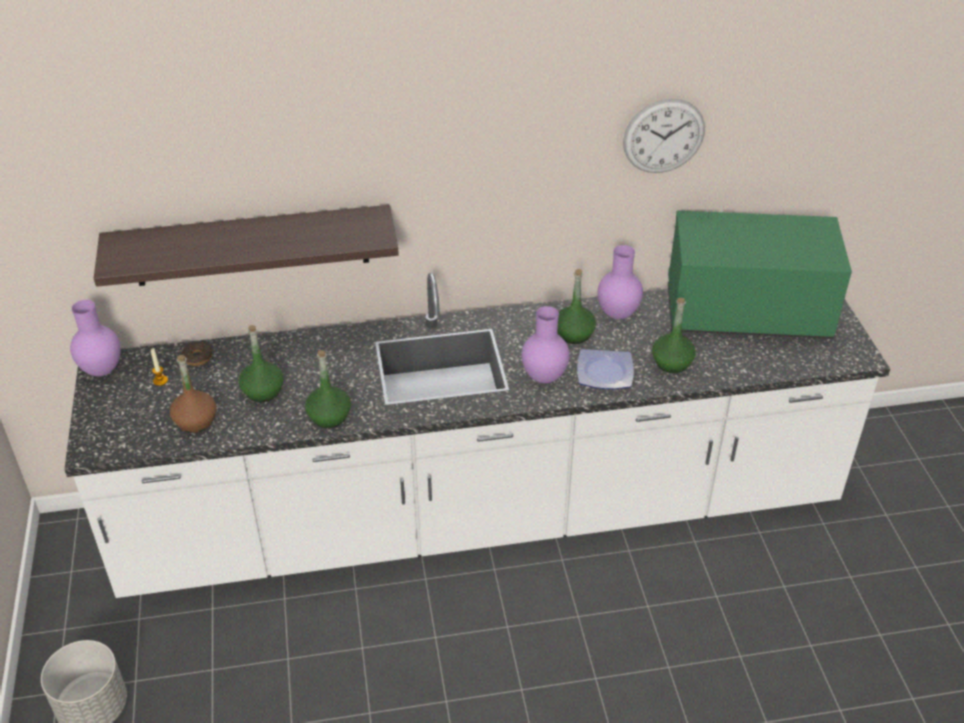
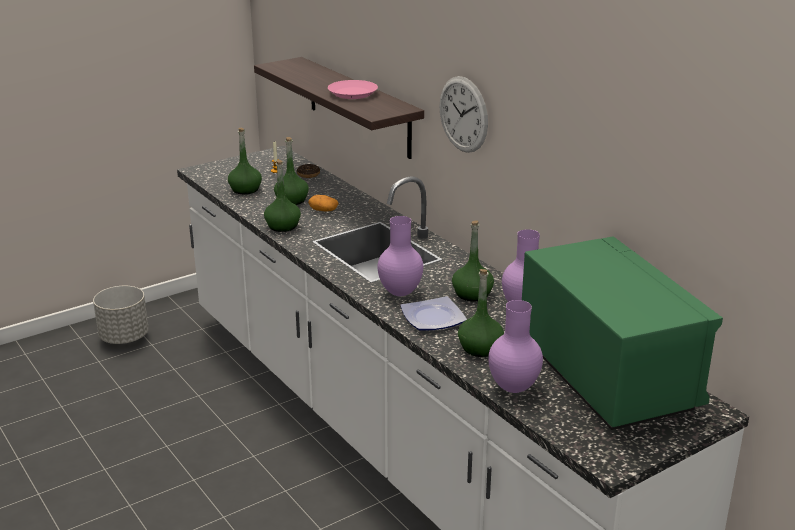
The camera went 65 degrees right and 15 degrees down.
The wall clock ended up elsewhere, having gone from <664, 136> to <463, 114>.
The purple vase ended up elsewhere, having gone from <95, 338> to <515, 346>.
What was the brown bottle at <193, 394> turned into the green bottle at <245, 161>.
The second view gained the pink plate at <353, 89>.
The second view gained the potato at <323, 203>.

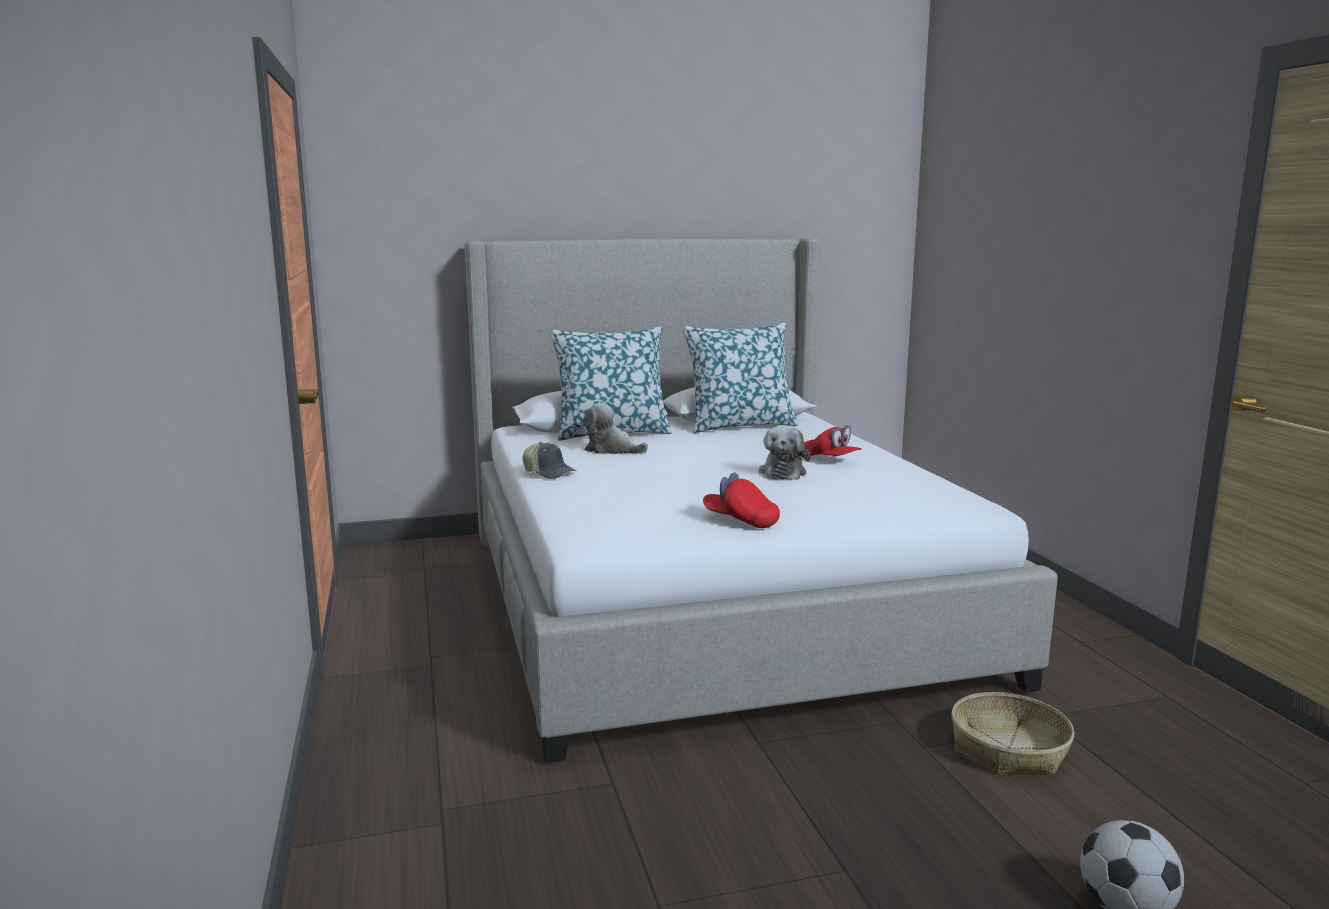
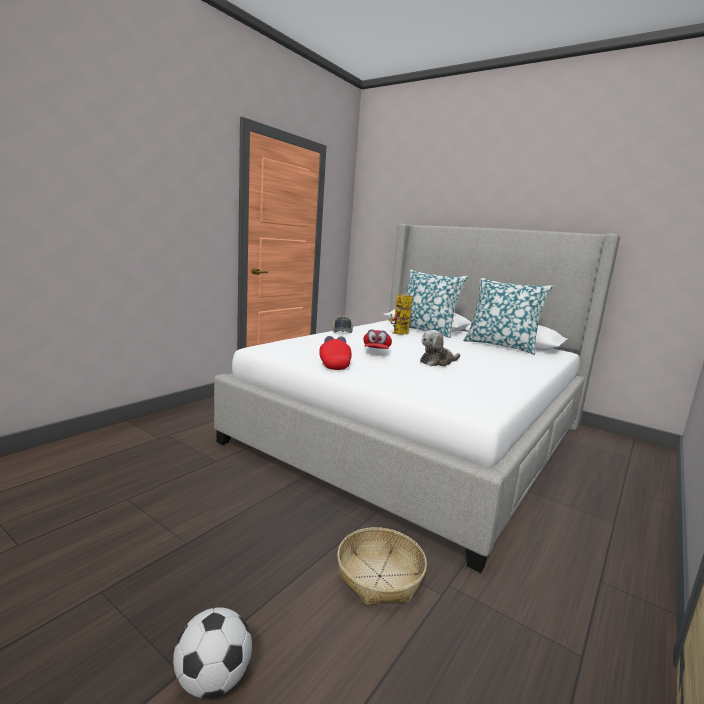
The camera went 50 degrees right and 0 degrees up.
Where the plush toy stood at <615, 428>, the toy robot came to stand at <401, 314>.
The red cap ended up elsewhere, having gone from <833, 440> to <377, 339>.

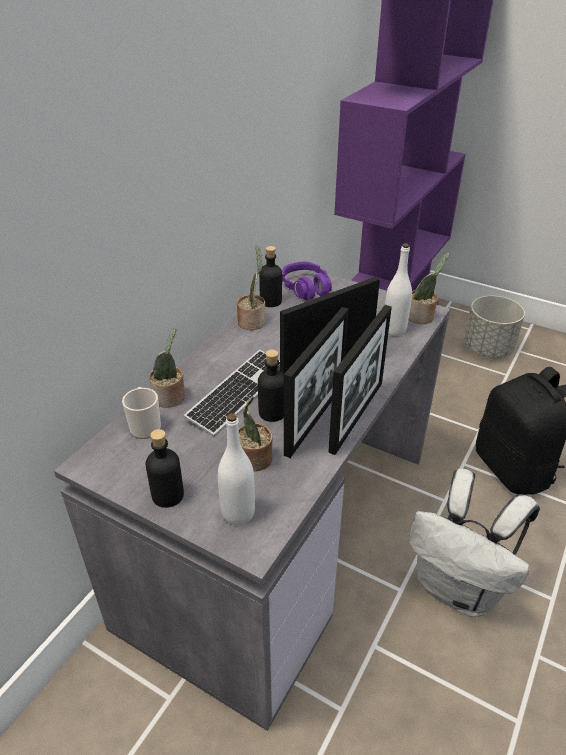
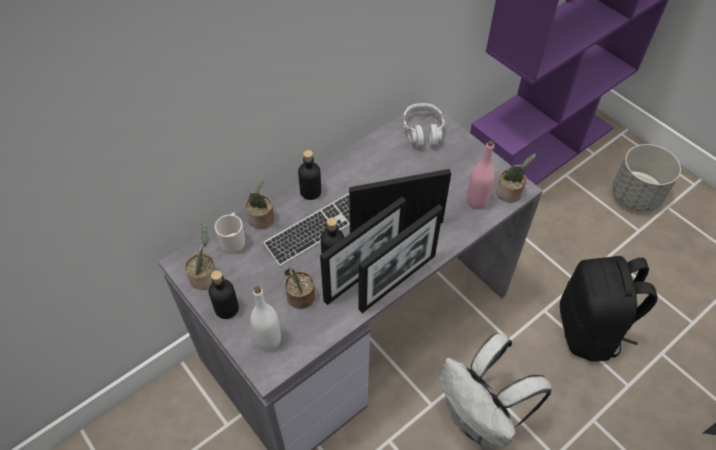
The camera went 20 degrees right and 15 degrees up.
What was the white bottle at <398, 289> turned into the pink bottle at <481, 175>.
The potted plant ended up elsewhere, having gone from <251, 287> to <200, 256>.
The black bottle ended up elsewhere, having gone from <270, 276> to <309, 175>.
What was the purple headphones at <307, 281> turned into the grey headphones at <424, 125>.

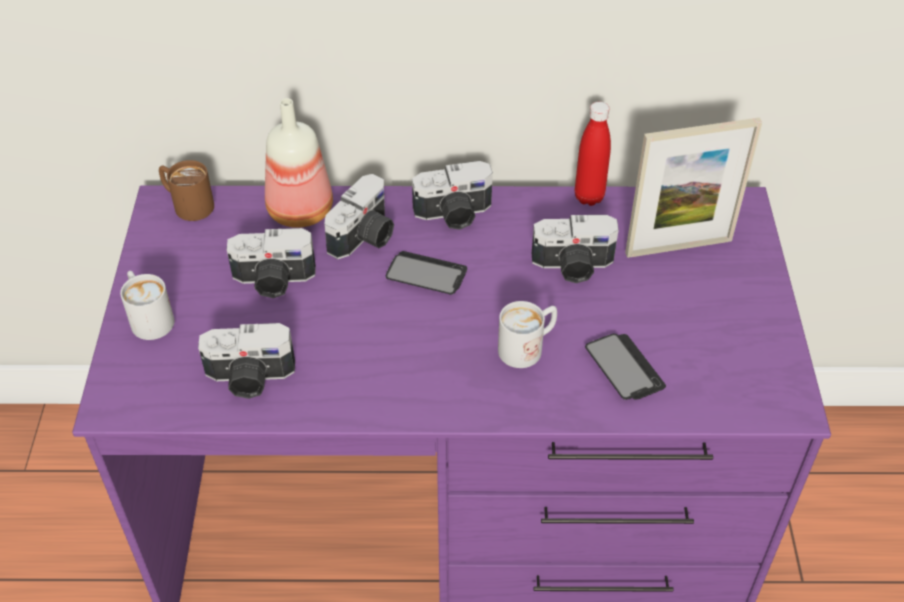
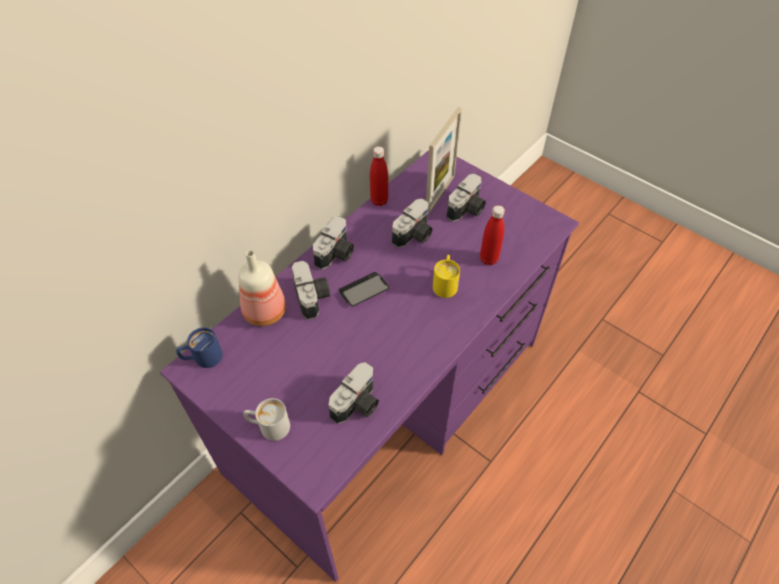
The camera went 50 degrees left and 5 degrees up.
What was the brown mug at <186, 190> turned into the blue mug at <199, 348>.
The photo camera ended up elsewhere, having gone from <271, 263> to <466, 197>.
What was the white mug at <527, 334> turned into the yellow mug at <446, 276>.
Where the phone stood at <625, 367>, the red bottle came to stand at <492, 235>.

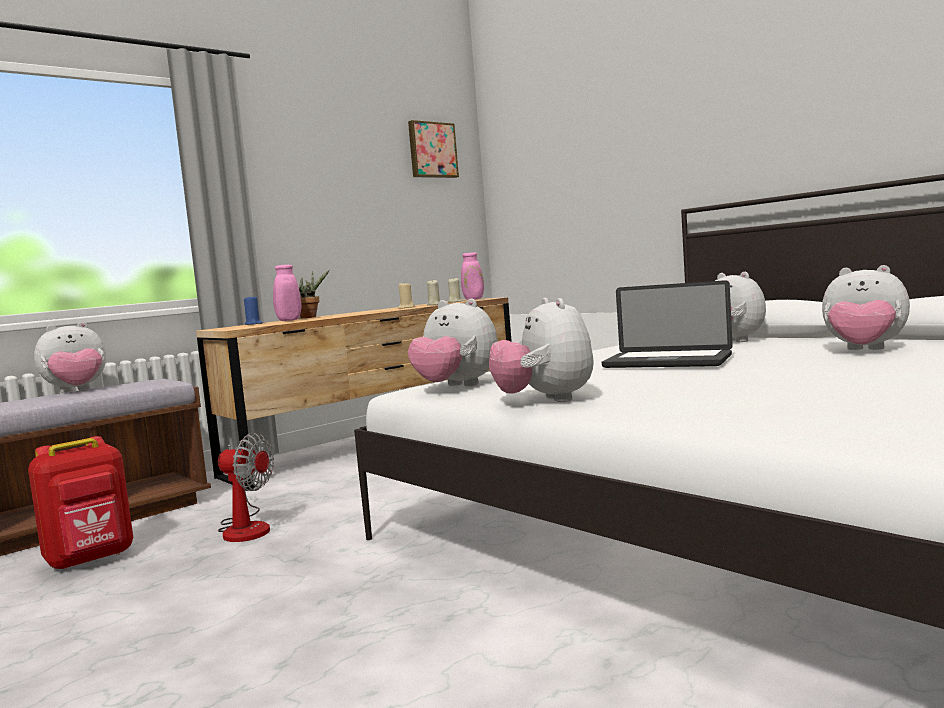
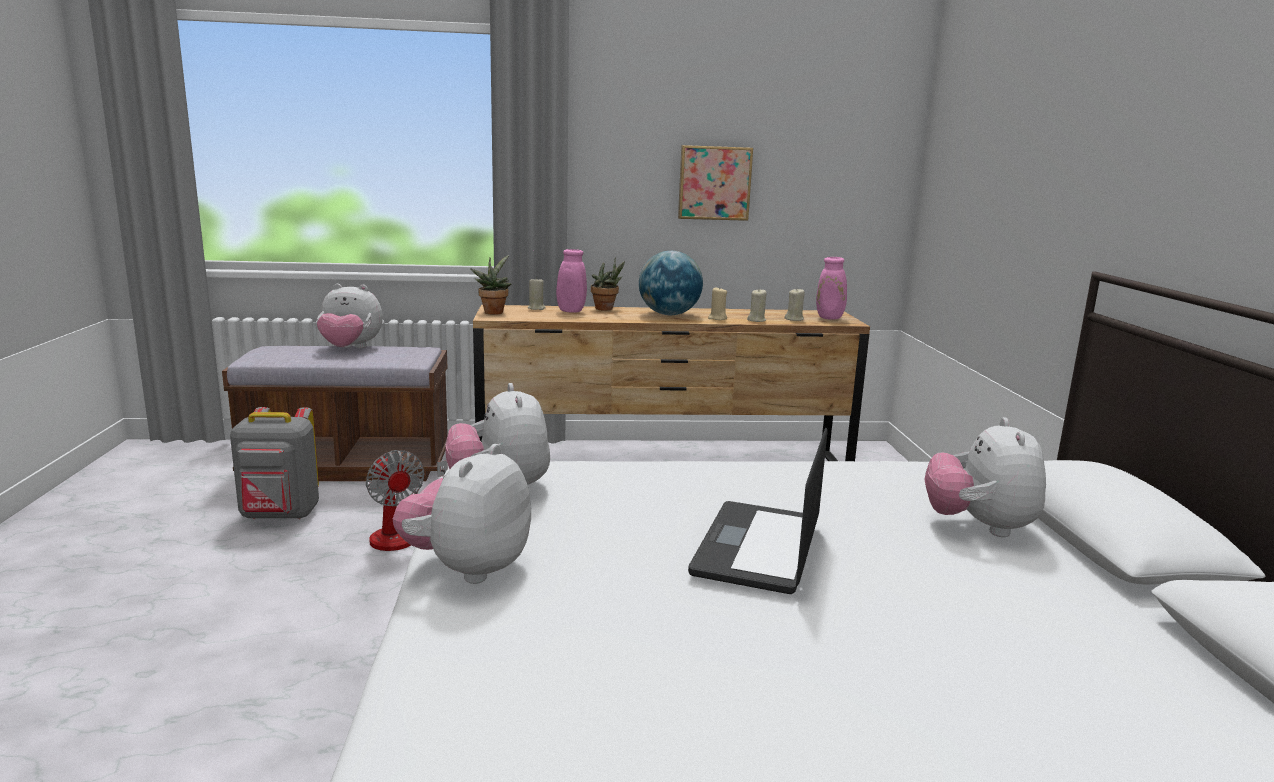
The camera went 35 degrees right and 10 degrees up.
The picture ended up elsewhere, having gone from <433, 149> to <715, 183>.
The second view lost the plush toy at <866, 307>.
The laptop at <667, 324> ended up facing another way, 45 degrees clockwise from before.
What was the blue candle at <253, 310> turned into the beige candle at <537, 293>.
What was the red backpack at <80, 503> turned into the grey backpack at <274, 463>.
The second view gained the globe at <671, 283>.
The second view gained the potted plant at <490, 285>.

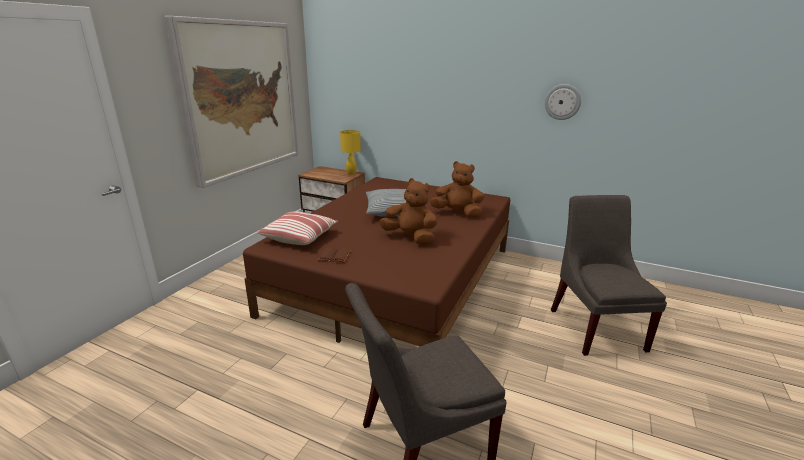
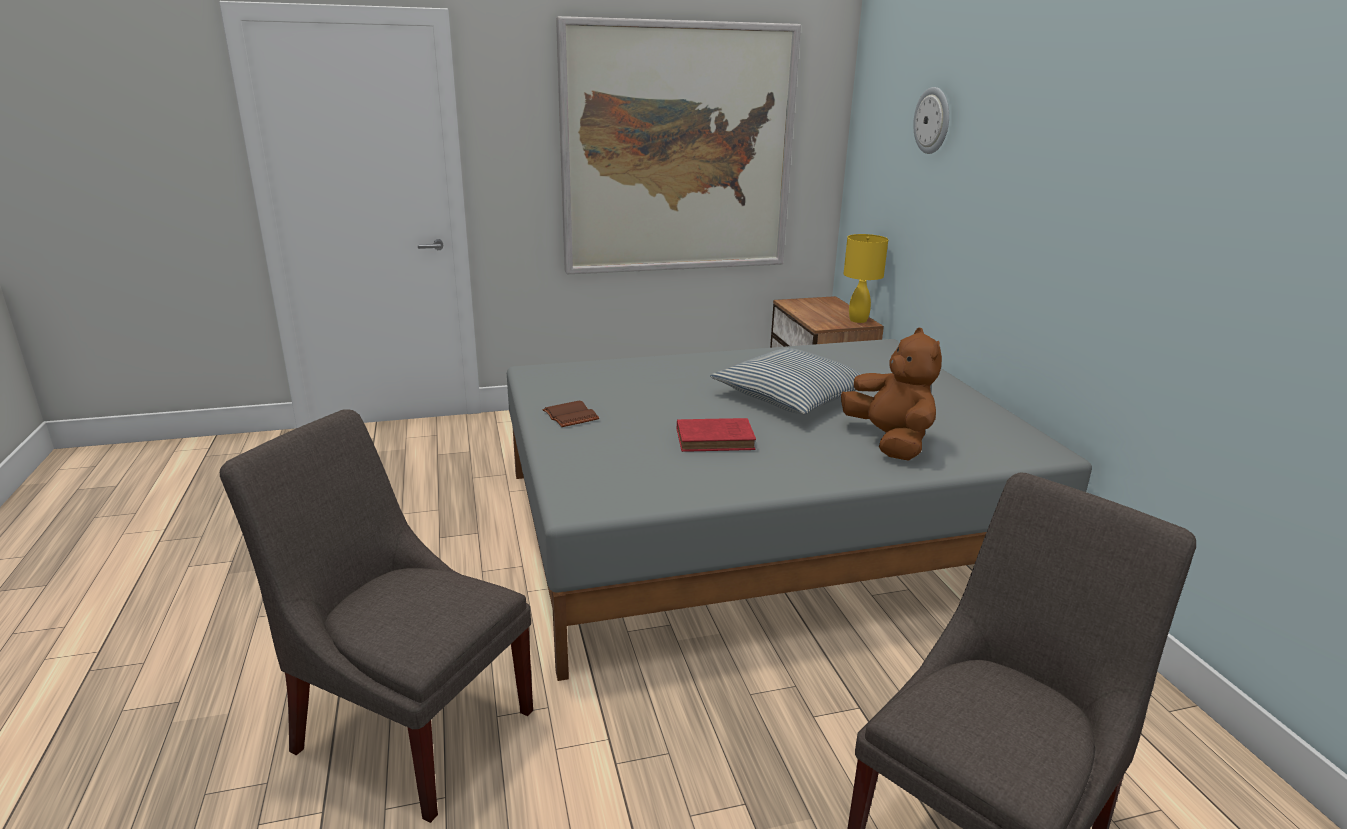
The camera went 50 degrees right and 0 degrees up.
The wall clock ended up elsewhere, having gone from <563, 102> to <931, 120>.
What was the brown bed at <376, 261> turned into the grey bed at <799, 510>.
Where the brown plush toy stood at <408, 211>, the red book came to stand at <716, 435>.
The second view lost the pillow at <297, 228>.

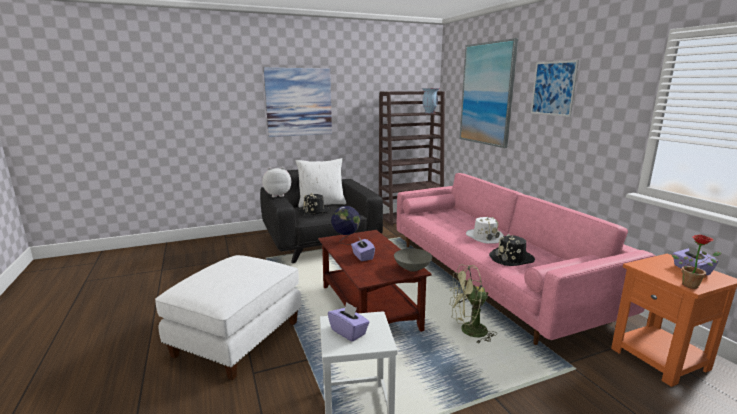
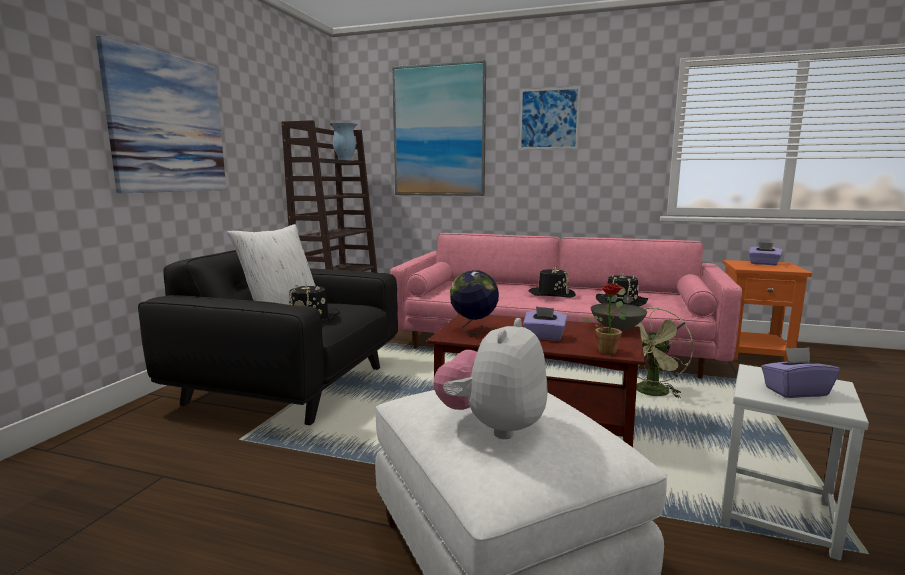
The camera went 50 degrees left and 5 degrees down.
The plush toy ended up elsewhere, having gone from <276, 182> to <490, 378>.
What was the white hat at <485, 230> turned into the black hat at <552, 282>.
The potted plant ended up elsewhere, having gone from <696, 262> to <604, 319>.

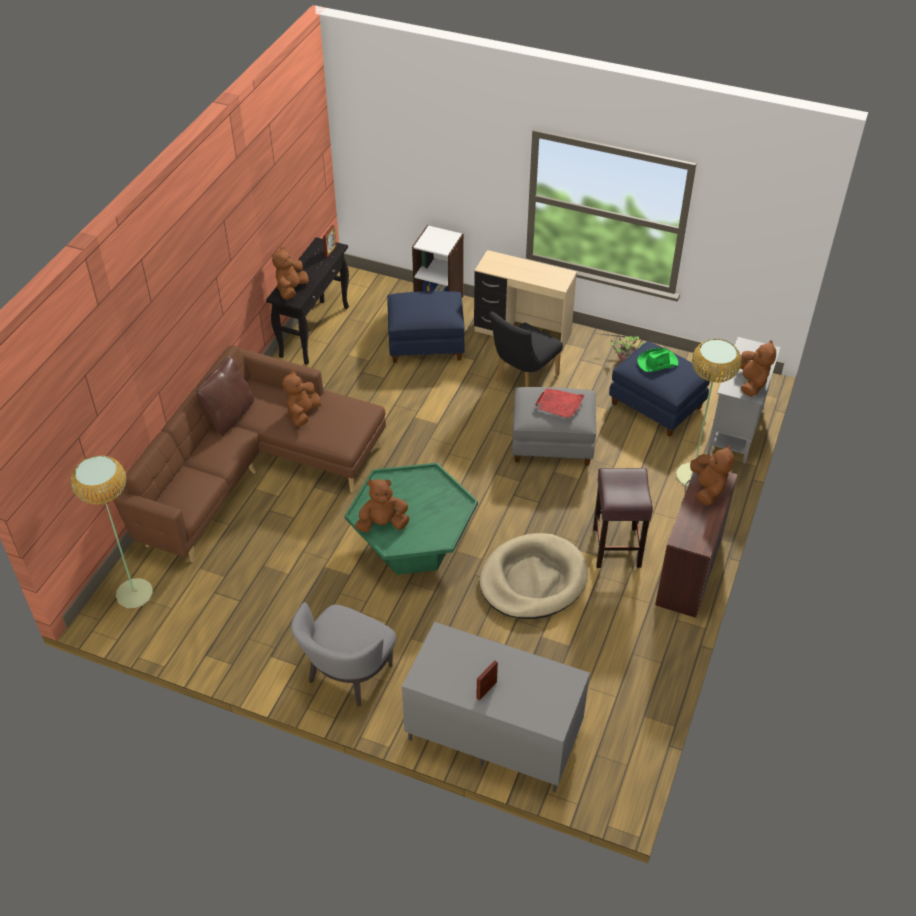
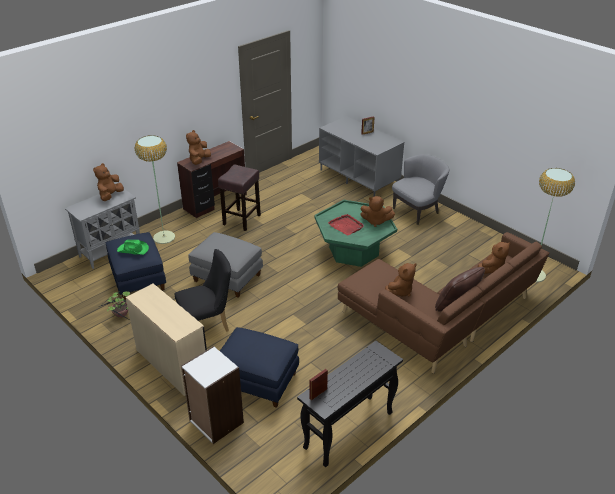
The camera went 155 degrees left and 10 degrees down.
The brown plush toy ended up elsewhere, having gone from <290, 273> to <494, 258>.
The red tray ended up elsewhere, having gone from <559, 403> to <346, 224>.
The second view lost the beige dog bed at <534, 576>.

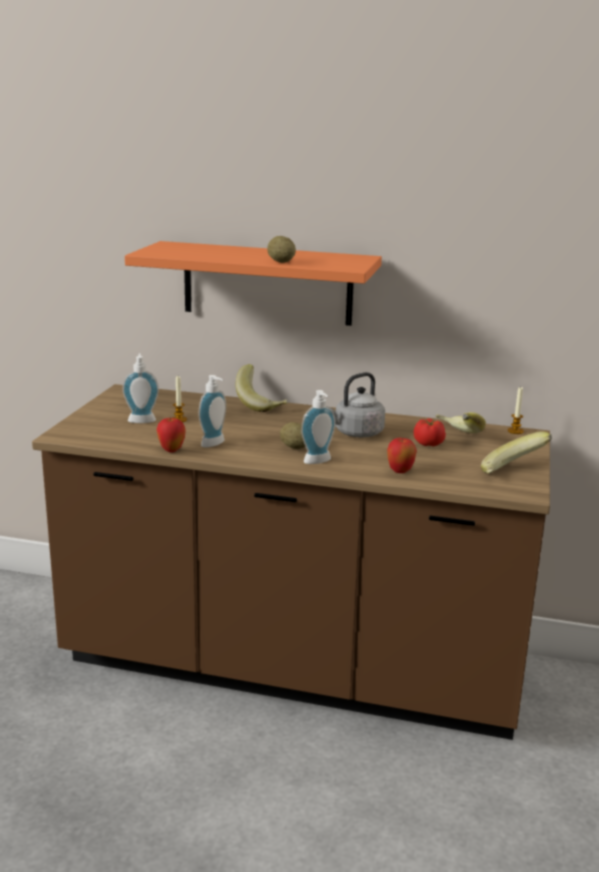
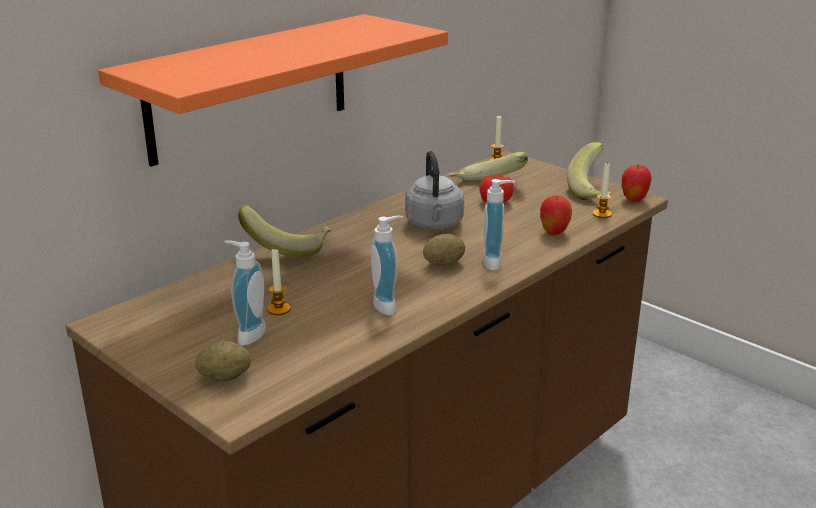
The camera went 60 degrees left and 5 degrees up.
The potato ended up elsewhere, having gone from <281, 249> to <223, 361>.
The apple ended up elsewhere, having gone from <171, 435> to <637, 183>.
The second view gained the candle at <602, 190>.

